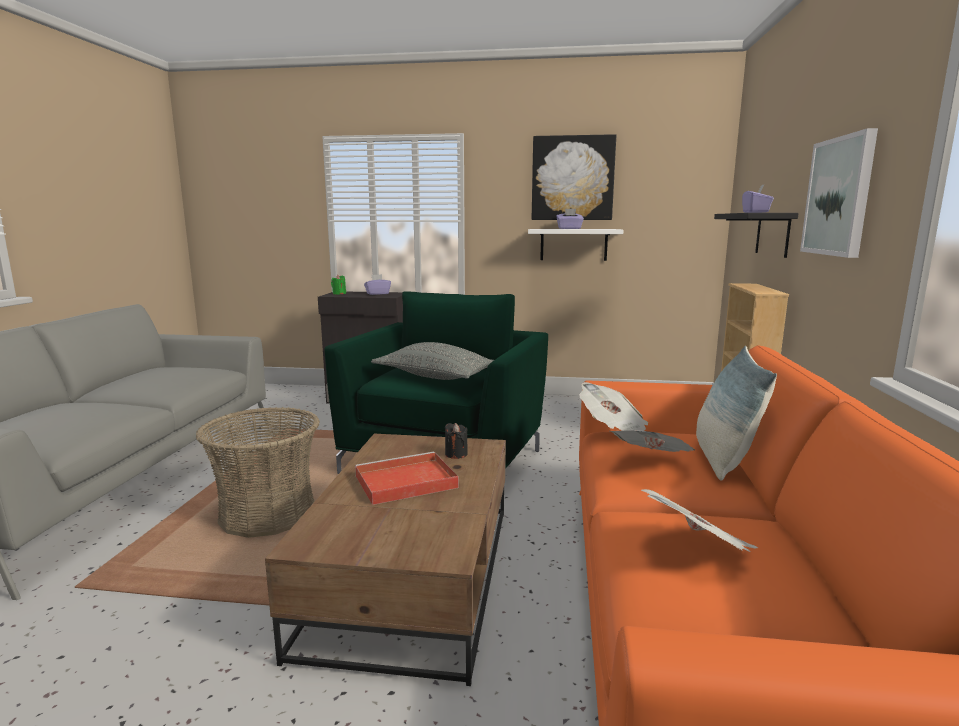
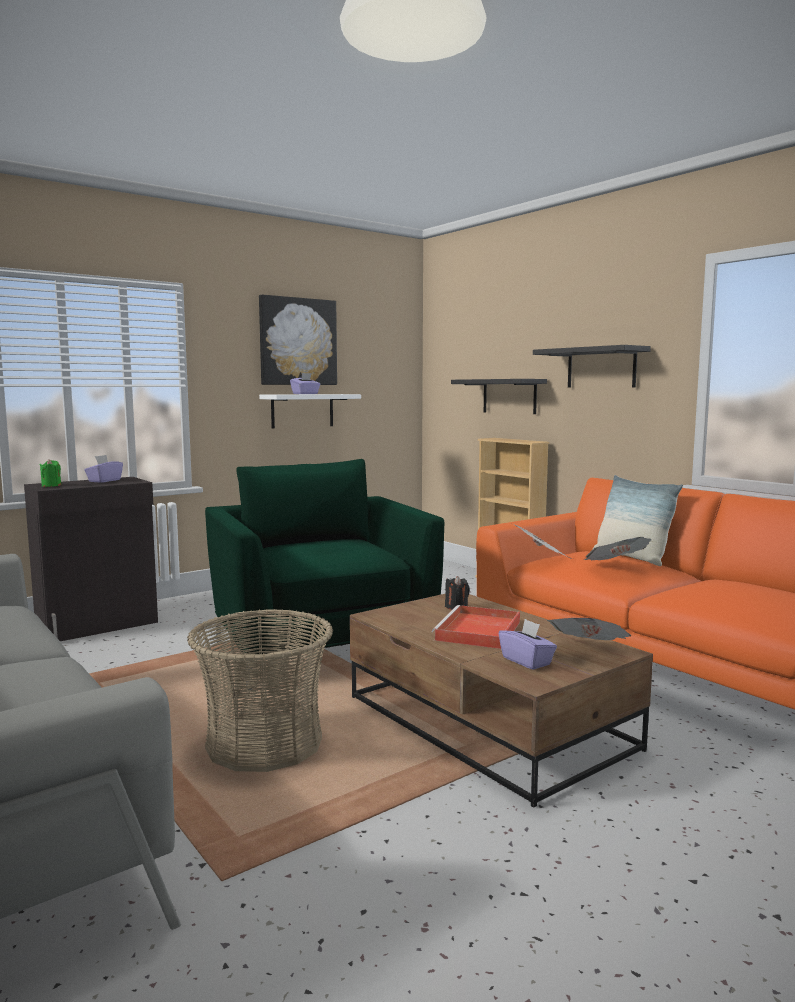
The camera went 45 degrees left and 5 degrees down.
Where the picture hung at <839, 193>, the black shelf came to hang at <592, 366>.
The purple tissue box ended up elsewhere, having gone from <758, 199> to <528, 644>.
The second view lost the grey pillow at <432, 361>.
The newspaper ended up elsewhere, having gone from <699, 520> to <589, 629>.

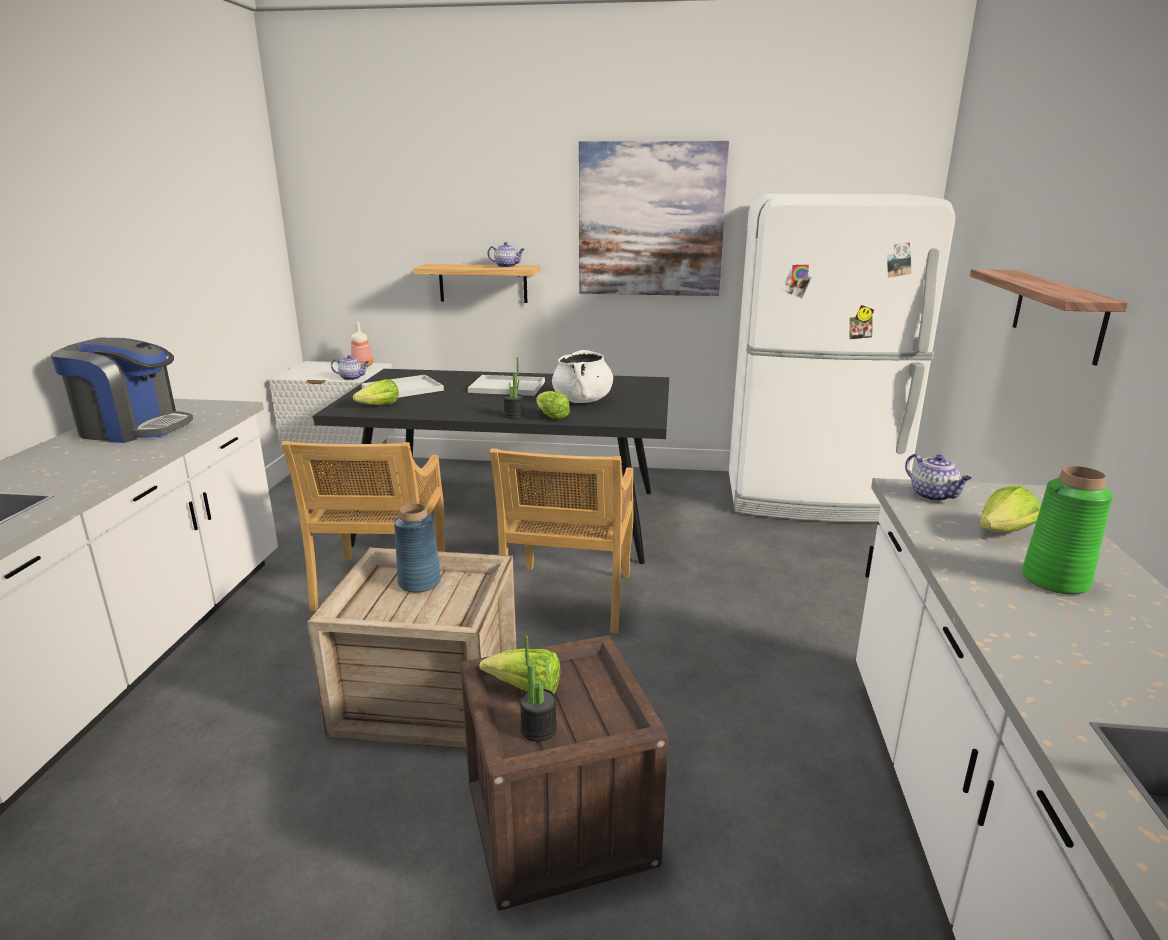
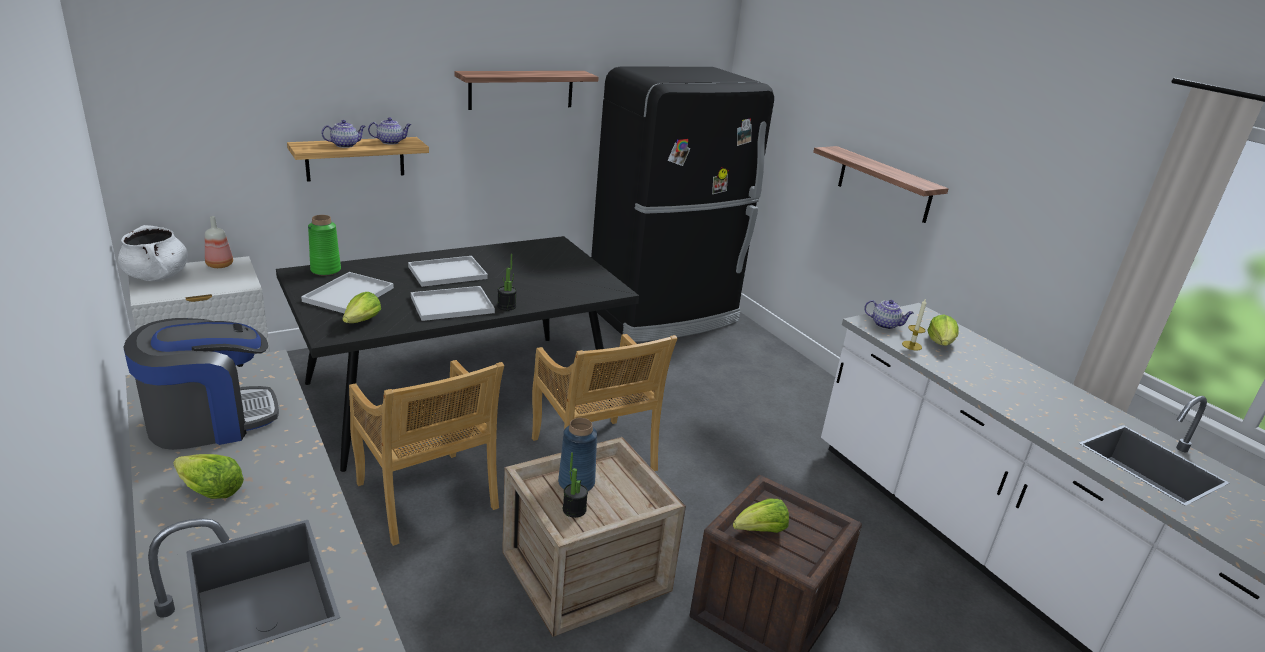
The camera went 40 degrees left and 5 degrees up.
Where the picture hung at <654, 218>, the shelf came to hang at <526, 90>.
What was the white fridge at <842, 358> turned into the black fridge at <682, 204>.
The white cooking pot ended up elsewhere, having gone from <582, 376> to <153, 253>.
The teapot ended up elsewhere, having gone from <350, 367> to <344, 134>.
The lettuce ended up elsewhere, having gone from <553, 405> to <208, 476>.
The green vase ended up elsewhere, having gone from <1067, 530> to <324, 245>.
The potted plant ended up elsewhere, having gone from <538, 688> to <575, 485>.
The second view gained the white tray at <453, 303>.
The second view gained the candle at <914, 324>.

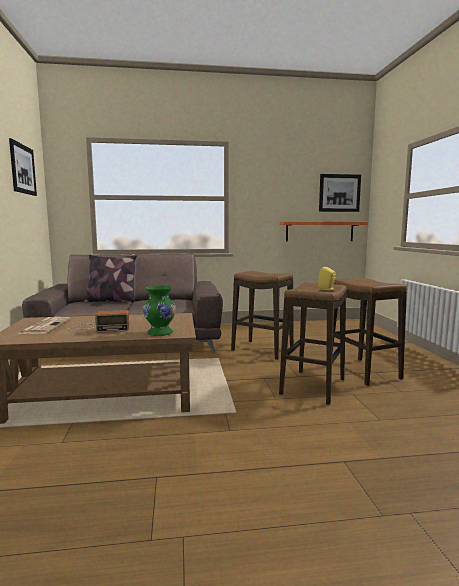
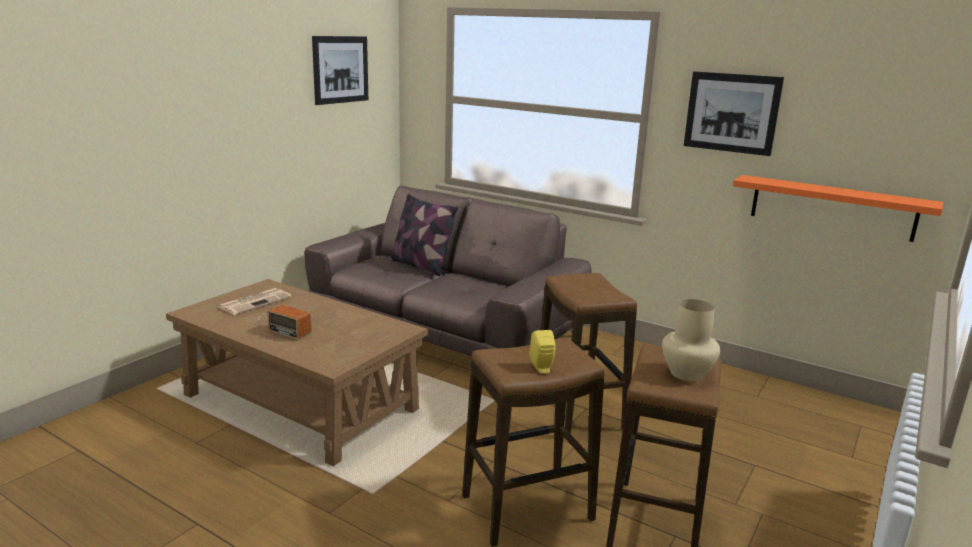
The camera went 40 degrees right and 10 degrees up.
The picture ended up elsewhere, having gone from <340, 193> to <733, 113>.
The second view lost the green vase at <159, 310>.
The second view gained the beige vase at <691, 340>.

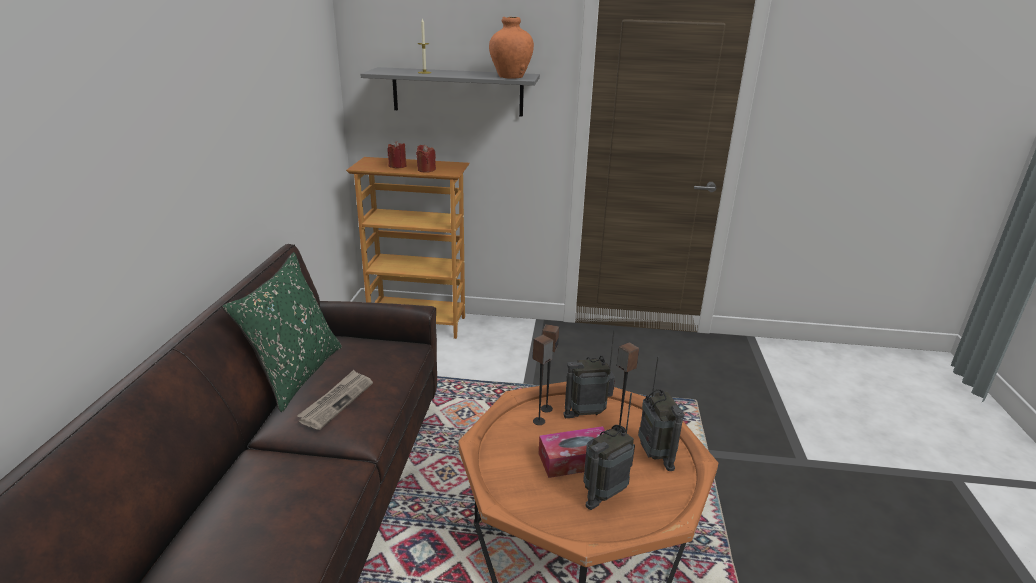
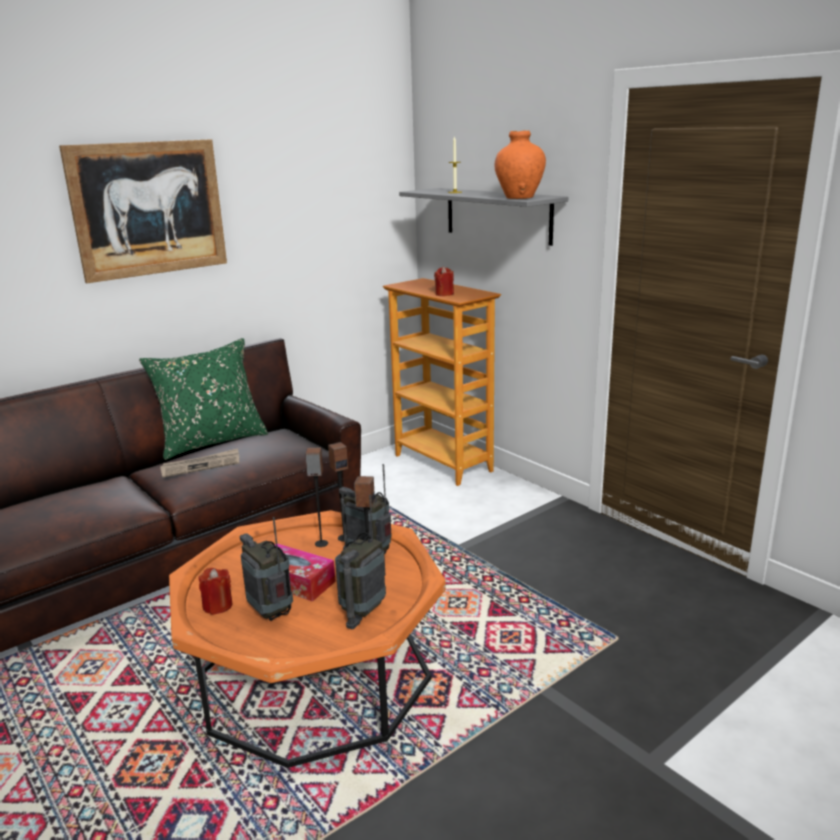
The camera went 45 degrees right and 5 degrees down.
The red candle ended up elsewhere, having gone from <397, 154> to <216, 591>.
The radio at <609, 451> ended up facing another way, 45 degrees clockwise from before.
The second view gained the picture at <143, 211>.

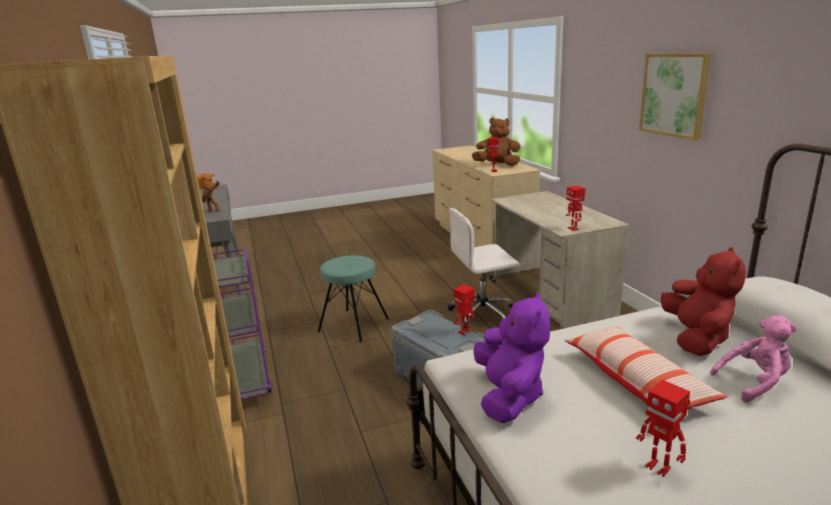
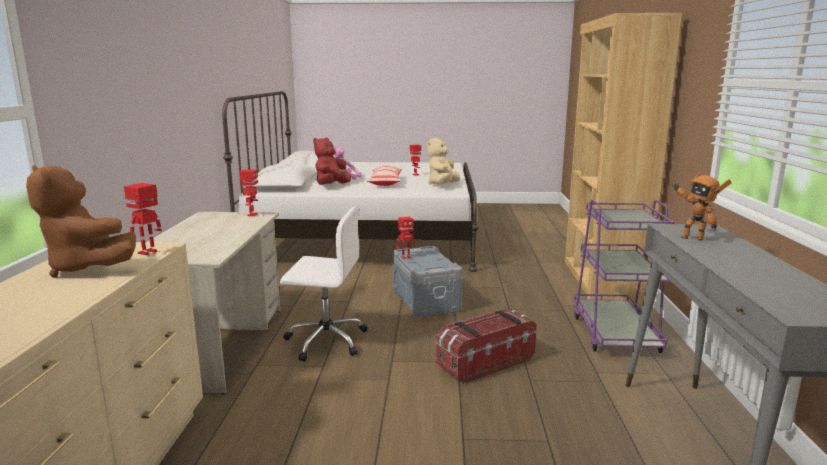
The camera went 160 degrees left and 5 degrees down.
The second view lost the picture at <675, 96>.
Where the turquoise stool stood at <353, 298>, the storage box came to stand at <486, 347>.
What was the purple plush toy at <511, 357> turned into the beige plush toy at <443, 161>.

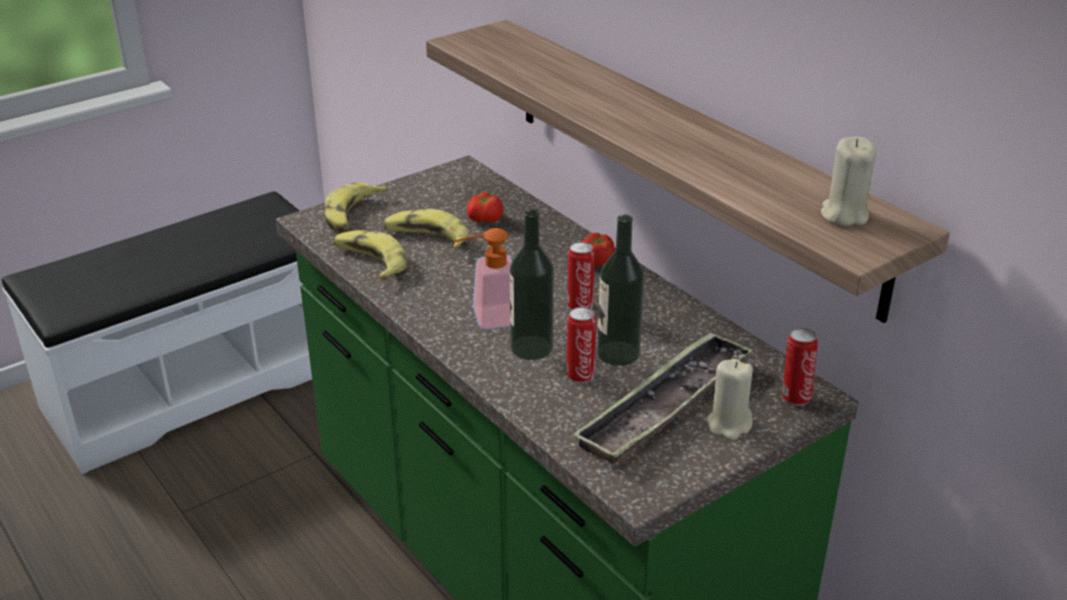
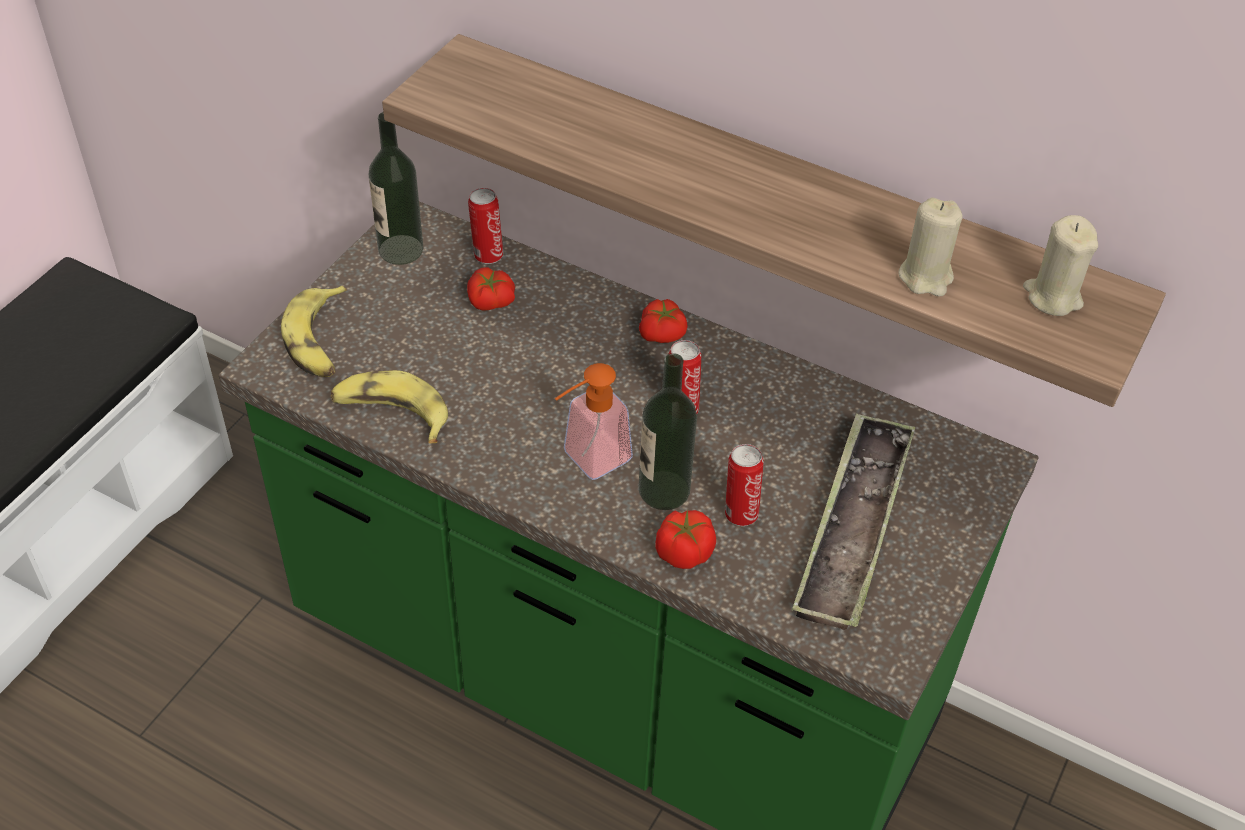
The camera went 25 degrees left and 15 degrees up.
The second view lost the banana at <425, 229>.
The bottle ended up elsewhere, having gone from <621, 290> to <396, 188>.
The can ended up elsewhere, having gone from <800, 366> to <485, 226>.
The beige candle ended up elsewhere, having gone from <730, 399> to <930, 246>.
The second view gained the tomato at <685, 539>.

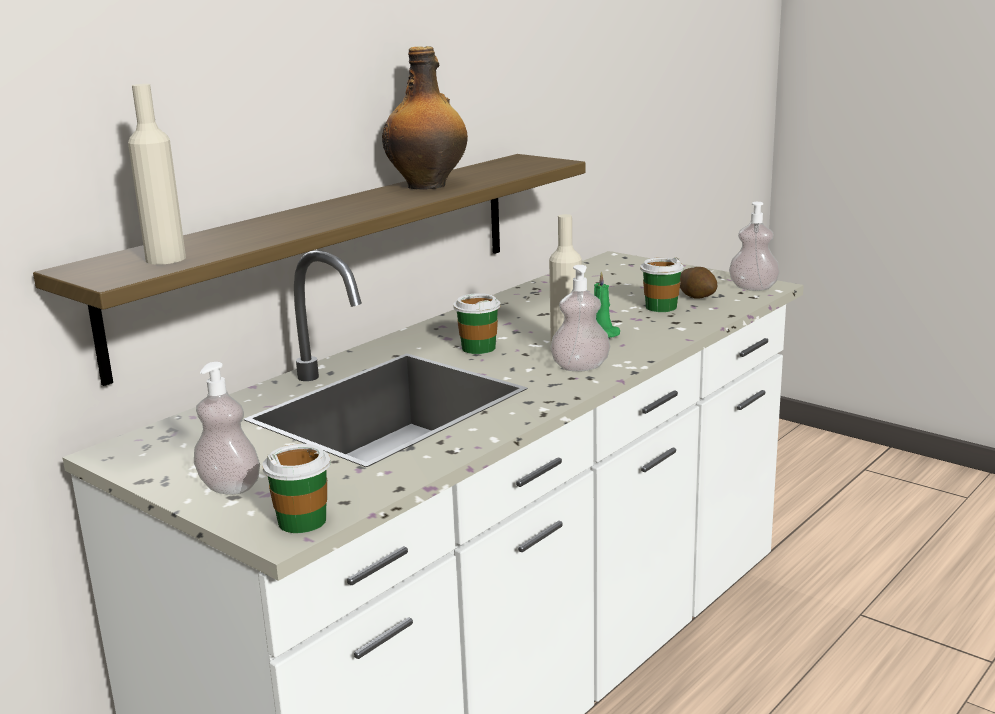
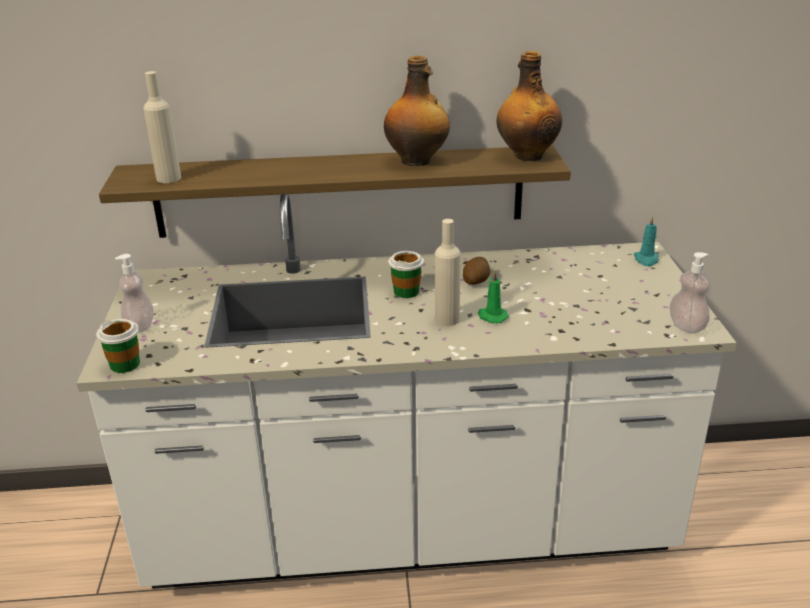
The camera went 45 degrees right and 10 degrees up.
The second view lost the cup at <662, 284>.
The second view lost the soap dispenser at <580, 318>.
The potato ended up elsewhere, having gone from <699, 283> to <476, 271>.
The second view gained the bottle at <529, 106>.
The second view gained the turquoise candle at <646, 241>.

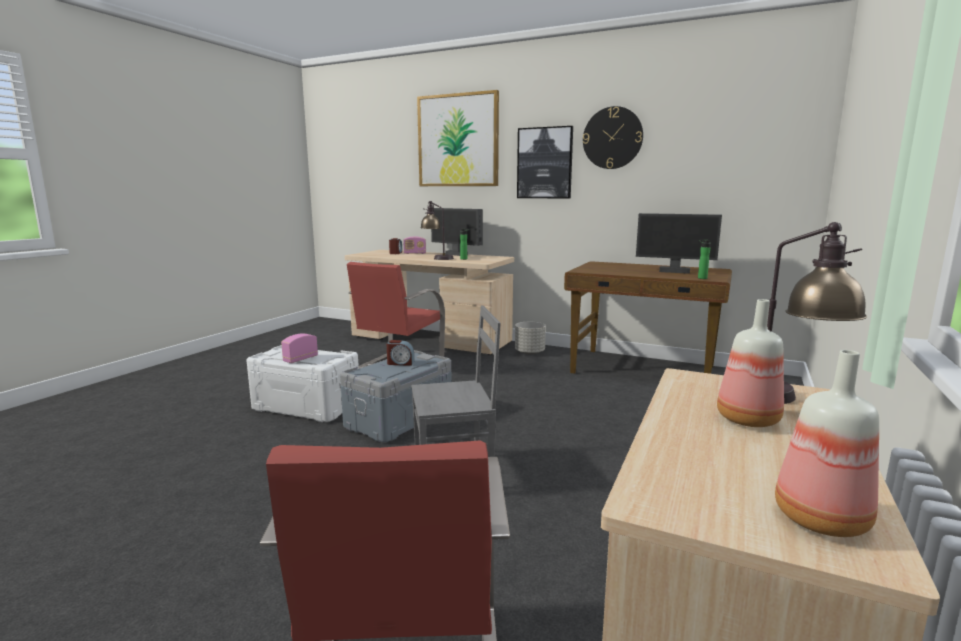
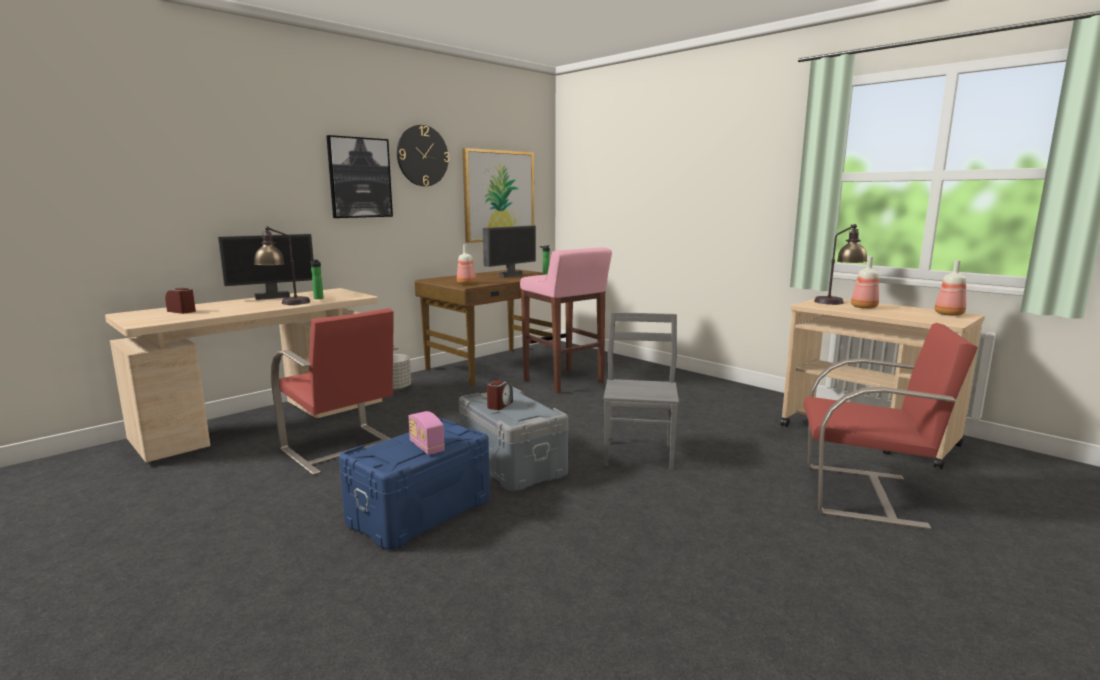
The camera went 70 degrees left and 0 degrees up.
The picture ended up elsewhere, having gone from <458, 138> to <498, 195>.
The second view lost the radio at <414, 245>.
What was the white storage box at <302, 383> turned into the blue storage box at <414, 484>.
The second view gained the bottle at <466, 264>.
The second view gained the pink stool at <566, 320>.

